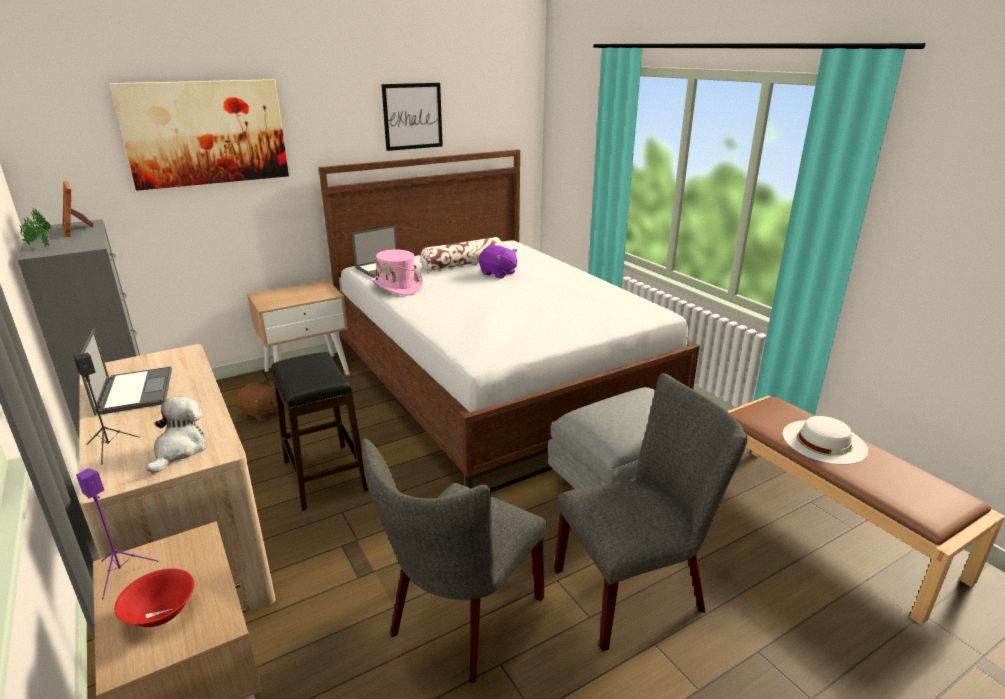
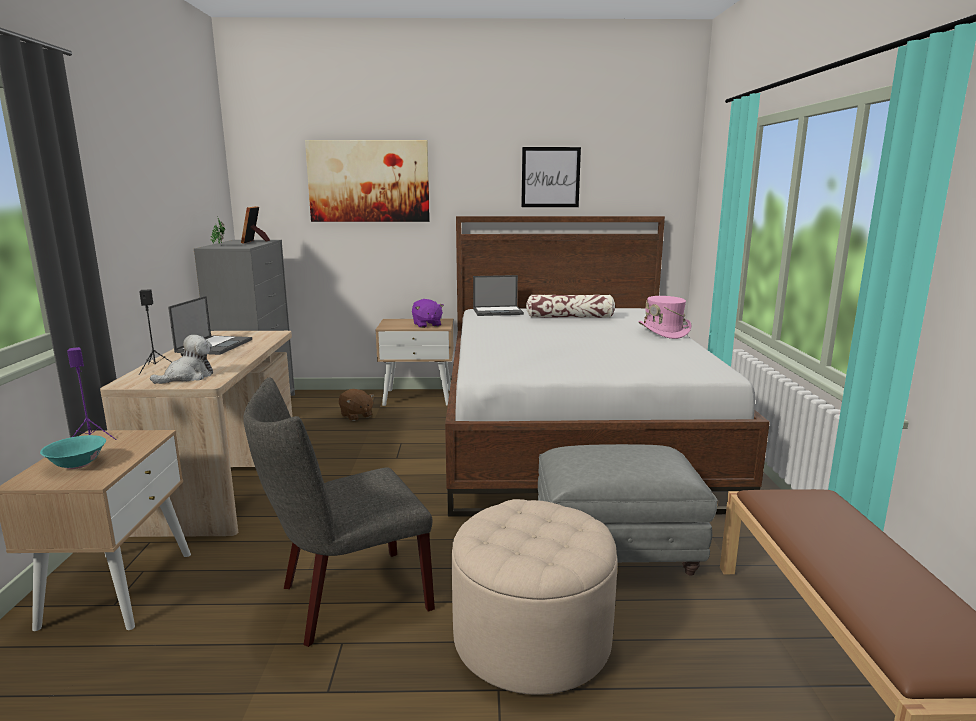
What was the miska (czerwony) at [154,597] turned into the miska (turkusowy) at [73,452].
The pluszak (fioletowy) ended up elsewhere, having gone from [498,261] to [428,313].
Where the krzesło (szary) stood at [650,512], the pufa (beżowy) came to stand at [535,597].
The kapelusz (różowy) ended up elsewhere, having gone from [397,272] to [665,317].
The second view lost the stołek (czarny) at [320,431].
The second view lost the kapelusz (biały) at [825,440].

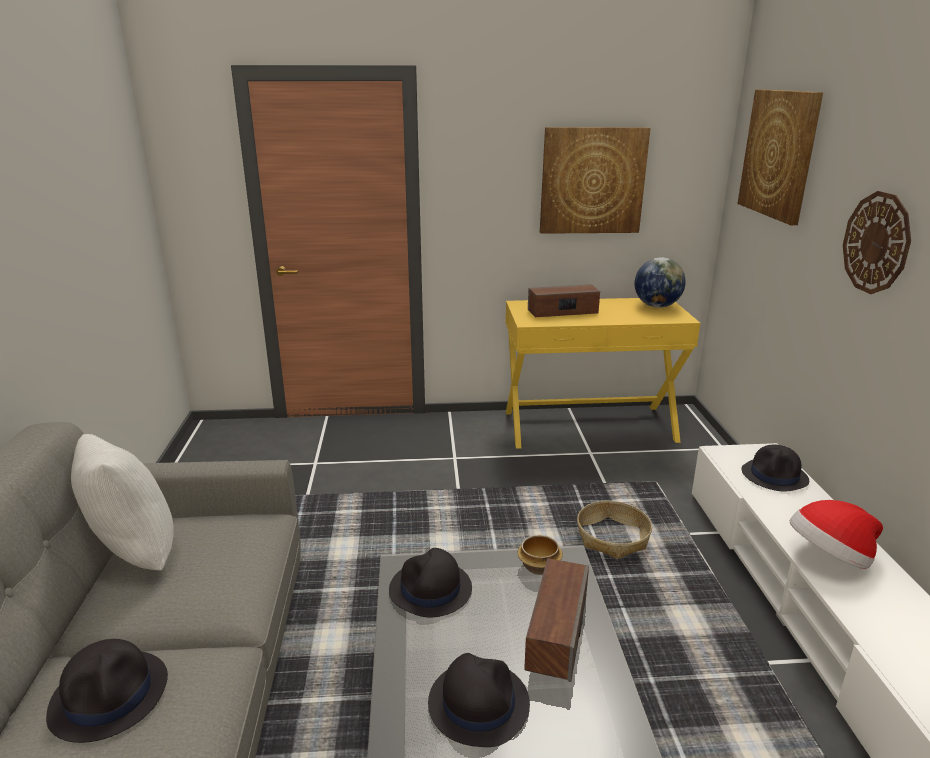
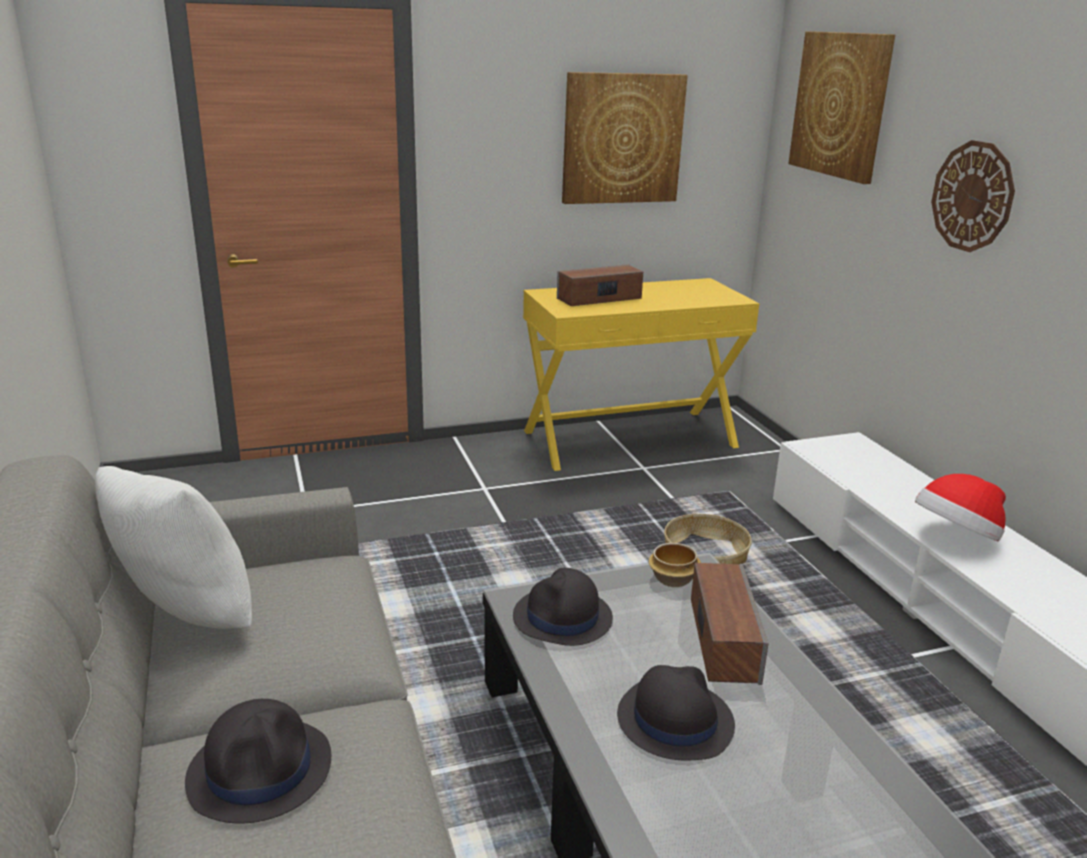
The second view lost the globus at [660,282].
The second view lost the kapelusz (czarny) at [775,468].

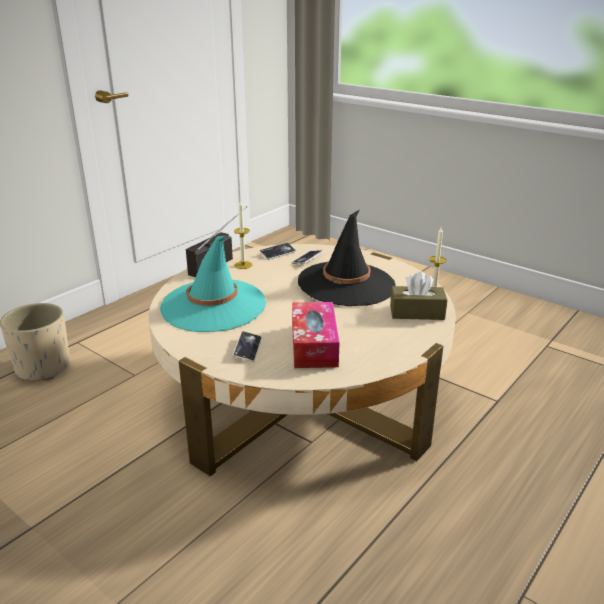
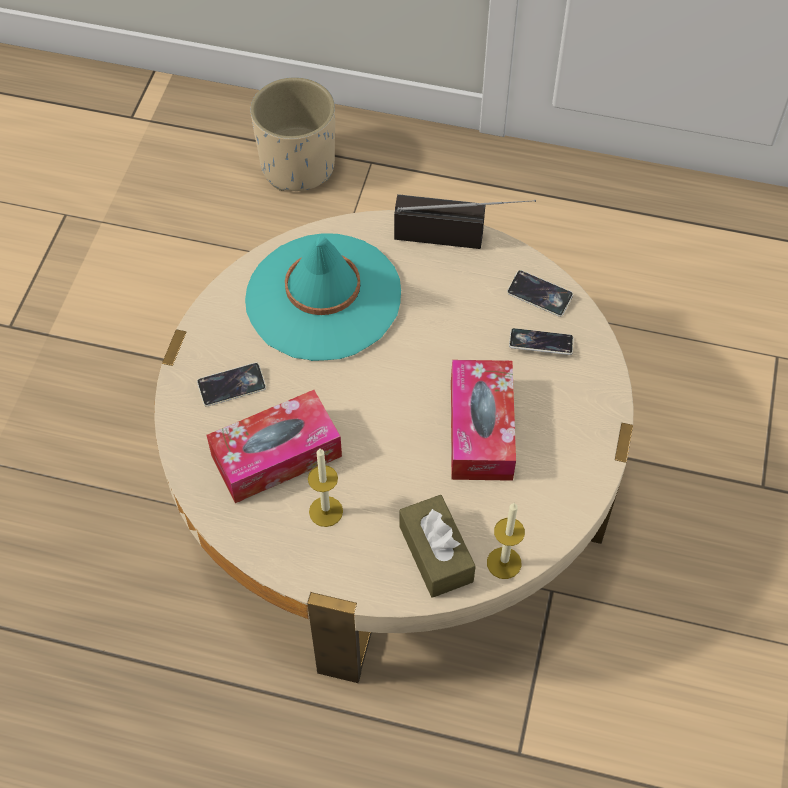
The świeca ended up elsewhere, having gone from [243,235] to [325,487].
Where the kapelusz (czarny) stood at [346,258], the pudełko chusteczek came to stand at [483,420].

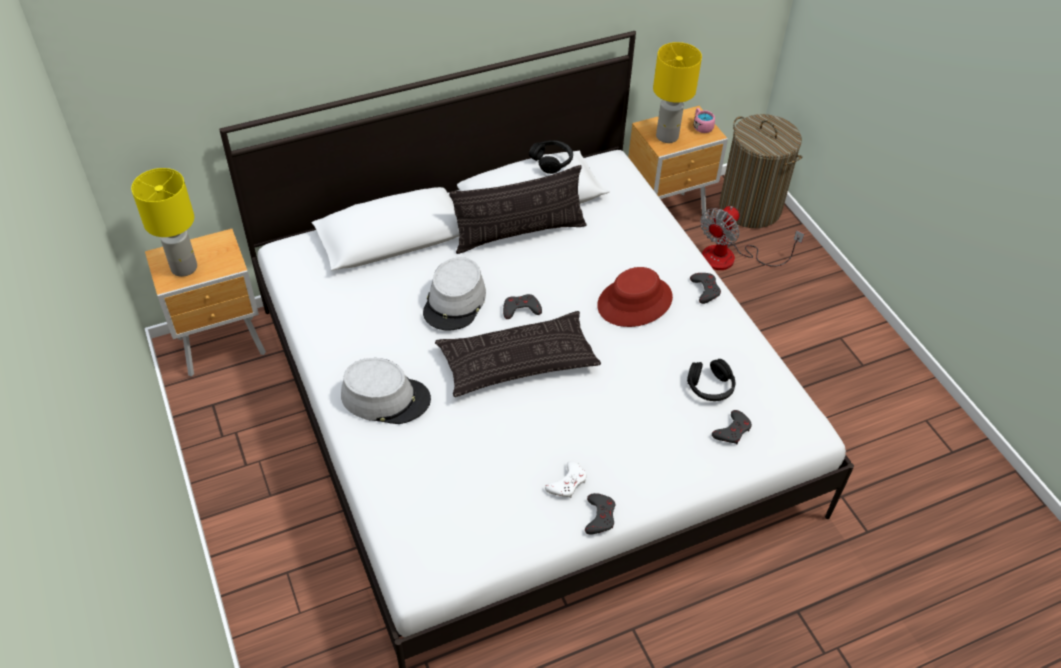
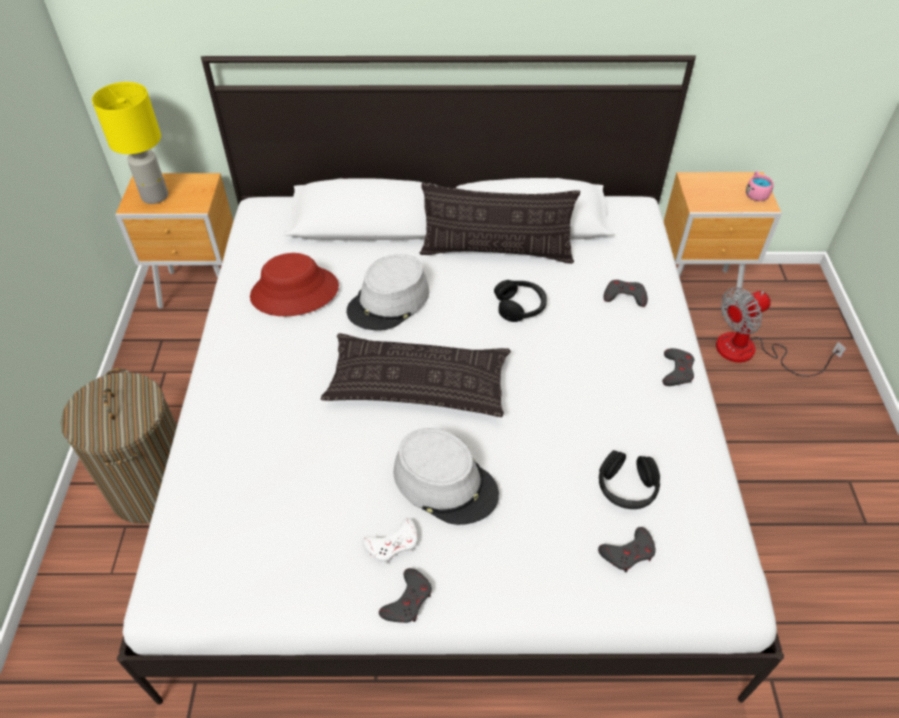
The kosz na pranie ended up elsewhere, having gone from [761,171] to [119,446].
The kapelusz (czerwony) ended up elsewhere, having gone from [635,297] to [294,284].
The kapelusz (szary) ended up elsewhere, having gone from [386,391] to [446,476].
The słuchawki (czarny) ended up elsewhere, having gone from [551,157] to [520,301].
The pad do gier (szary) ended up elsewhere, having gone from [522,306] to [625,293].
The second view lost the lampa stołowa (żółty) at [677,92].

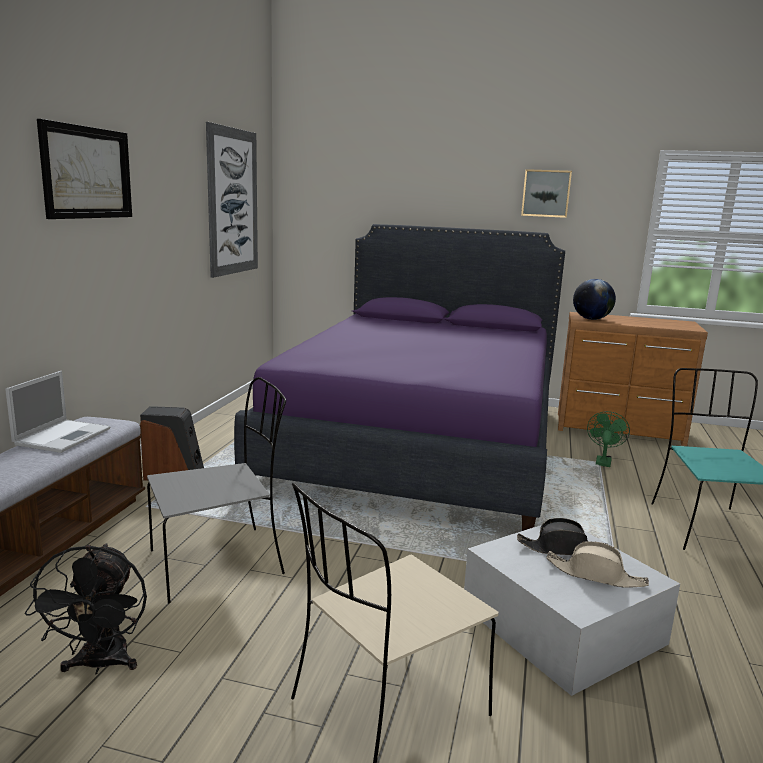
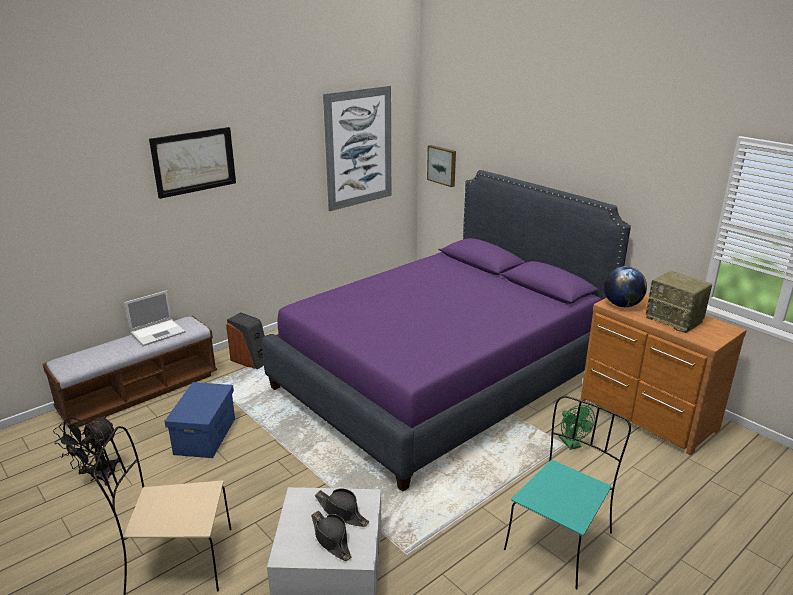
Where the krzesło (szary) stood at [216,490], the pojemnik do przechowywania (niebieski) came to stand at [199,420].
What was the kapelusz (beżowy) at [598,564] turned into the kapelusz (czarny) at [331,536].
The obraz ended up elsewhere, having gone from [546,193] to [441,166].
The wentylator (zielony) at [608,439] ended up facing another way, 105 degrees clockwise from before.
The second view gained the radio at [679,302].

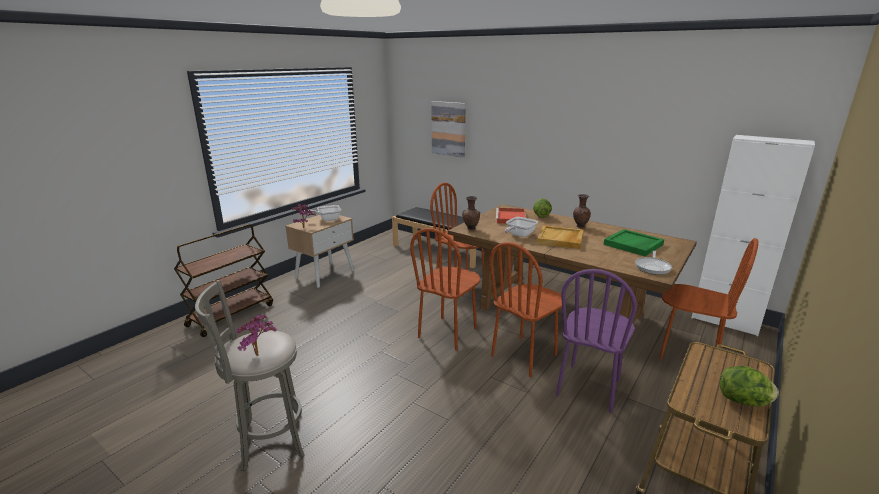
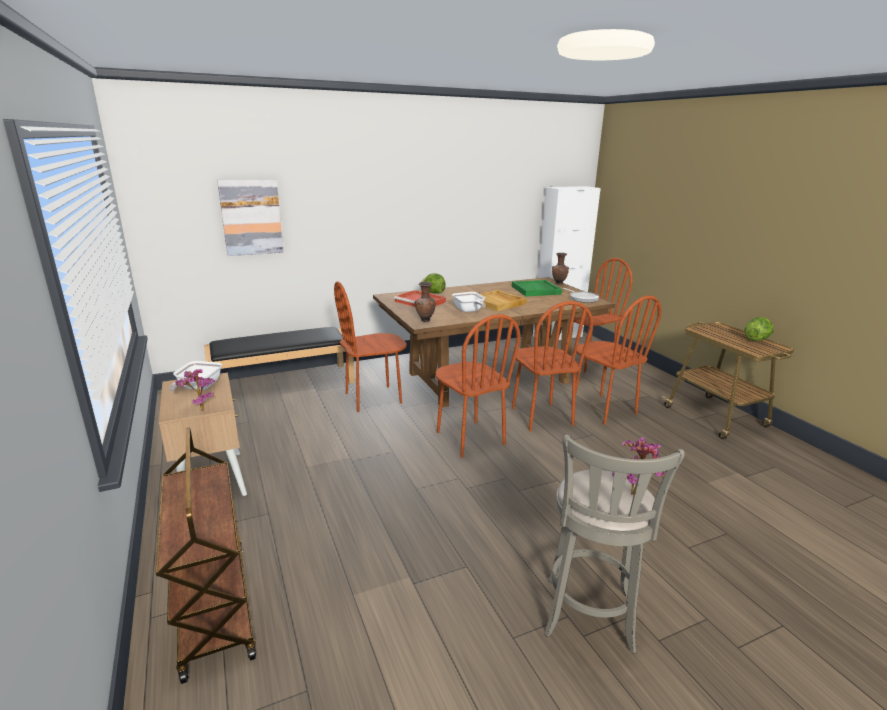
The wazon (brązowy) ended up elsewhere, having gone from [582,211] to [560,269].
What was the krzesło (fioletowy) at [596,341] turned into the krzesło (brązowy) at [616,360].

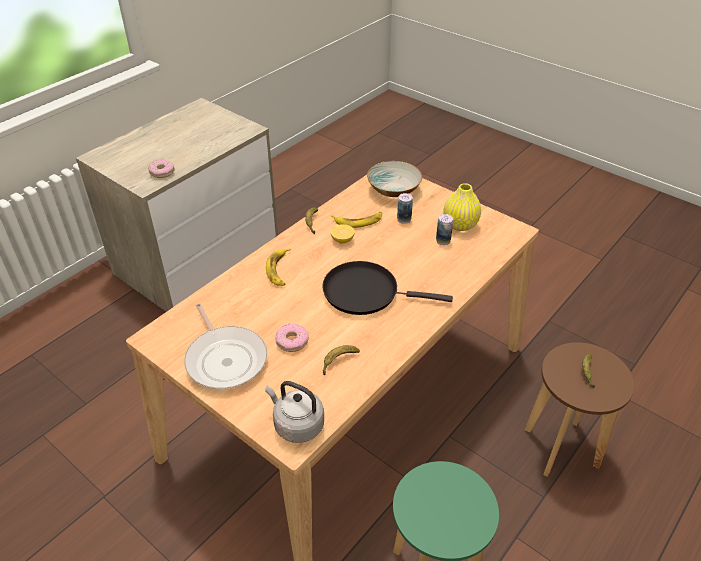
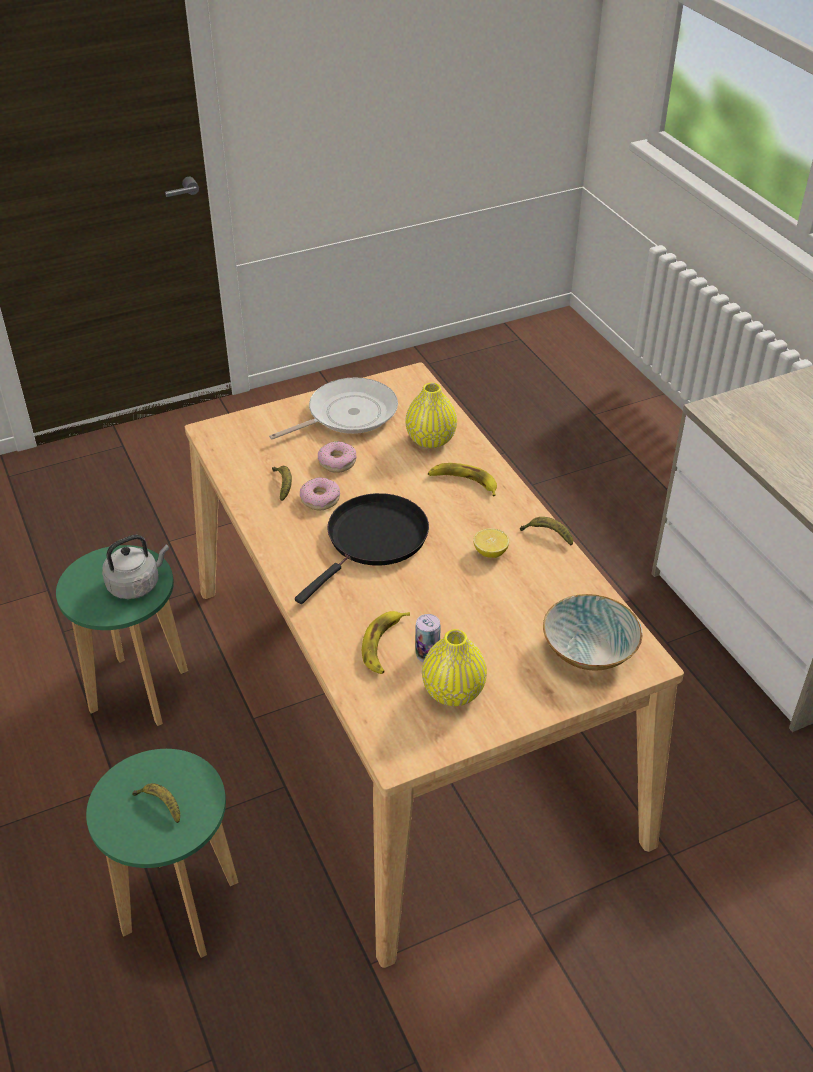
What was the stołek (brązowy) at [579,409] turned into the stołek (zielony) at [162,853].
The czajnik (szary) ended up elsewhere, having gone from [294,412] to [135,567].
The patelnia at [225,346] ended up facing another way, 150 degrees clockwise from before.
The donut ended up elsewhere, having gone from [161,169] to [320,493].
The banan ended up elsewhere, having gone from [356,219] to [386,642].
The second view gained the wazon (żółty) at [431,415].
The second view lost the puszka at [405,208].

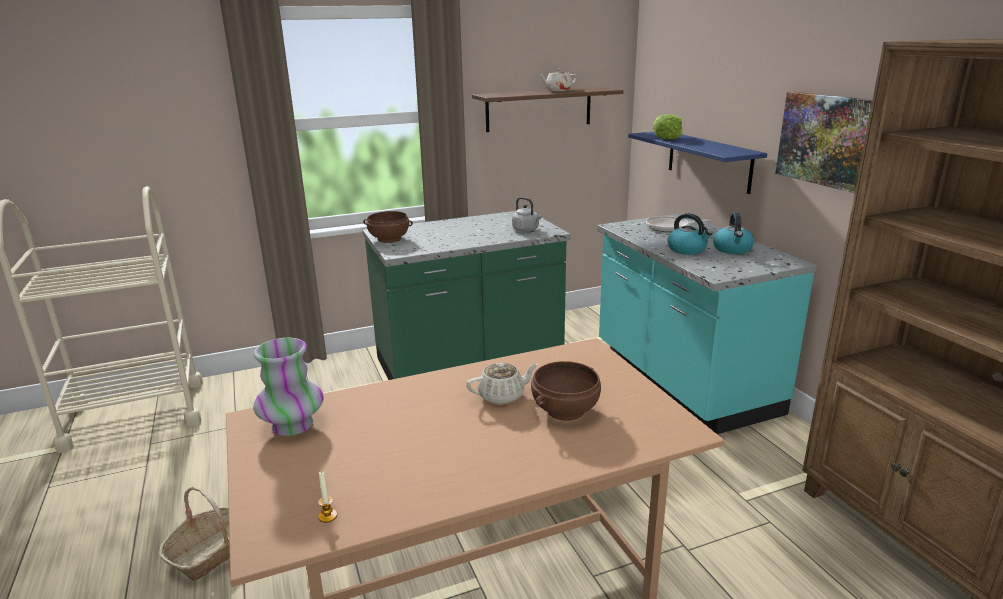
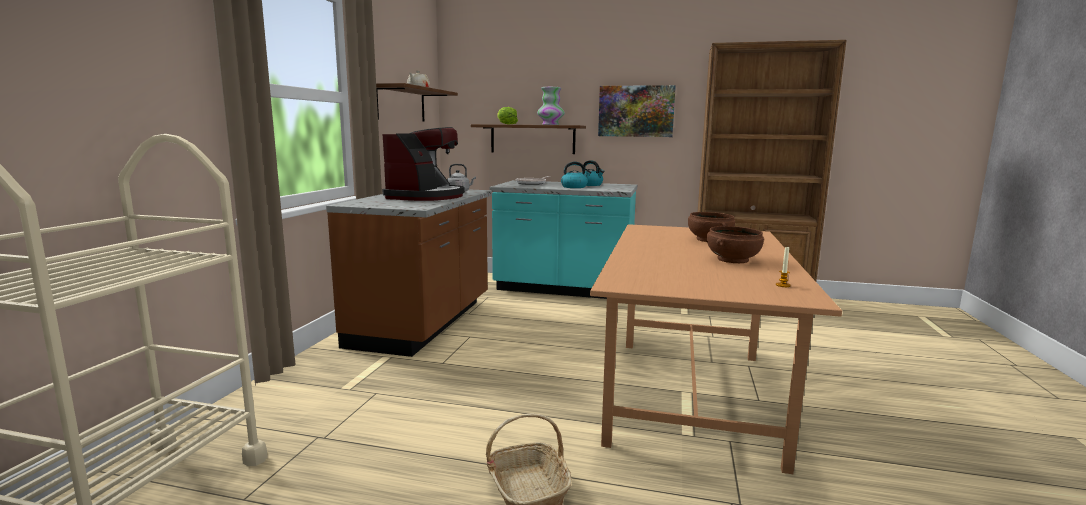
What was the zabudowa kuchenna (zielony) at [467,295] turned into the zabudowa kuchenna (brązowy) at [409,273].
The second view gained the ekspres do kawy at [423,164].
What was the półka (niebieski) at [697,163] turned into the półka (brązowy) at [528,139].
The wazon ended up elsewhere, having gone from [288,387] to [551,106].
The miska (brązowy) ended up elsewhere, having gone from [388,227] to [735,244].
The second view lost the imbryk (beżowy) at [502,383].

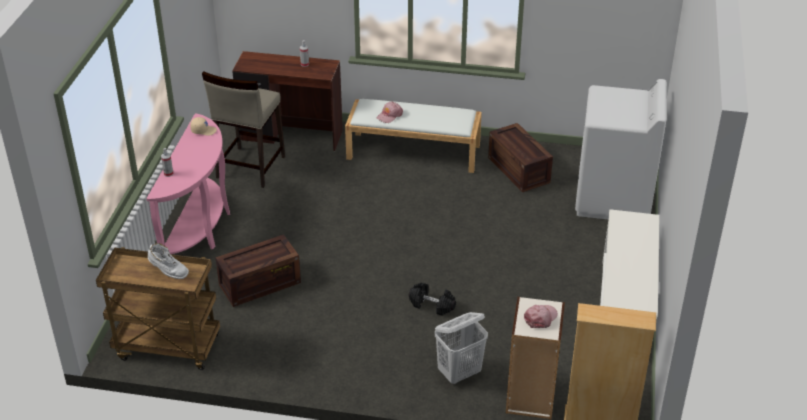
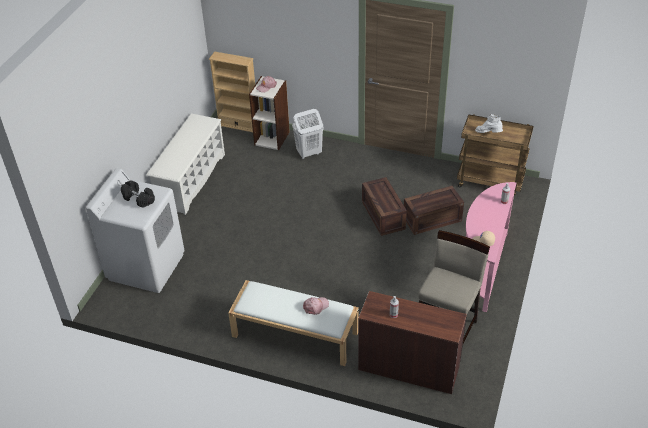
The hantel (czarny) ended up elsewhere, having gone from [432,299] to [138,194].
The skrzynka ended up elsewhere, having gone from [520,157] to [384,206].

